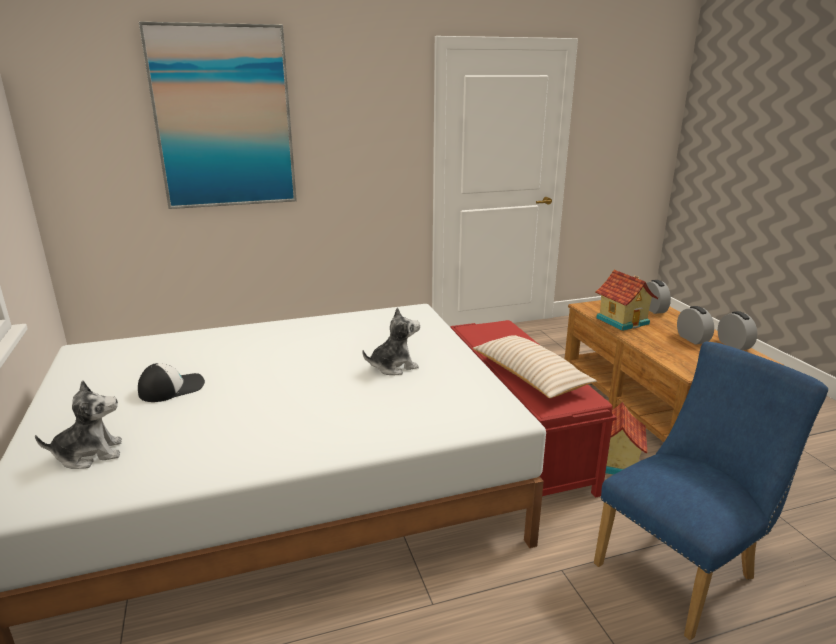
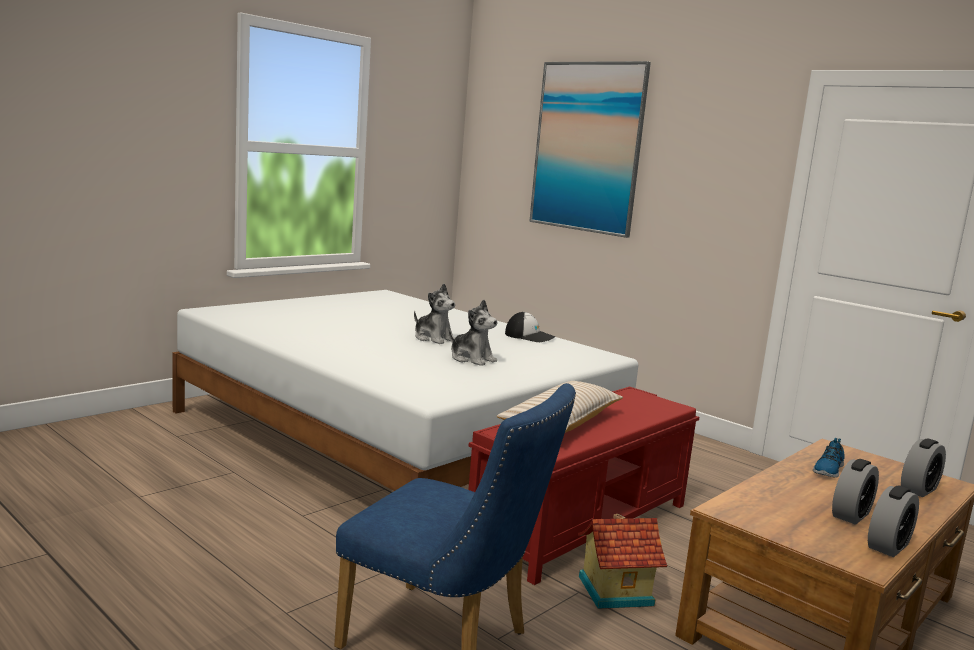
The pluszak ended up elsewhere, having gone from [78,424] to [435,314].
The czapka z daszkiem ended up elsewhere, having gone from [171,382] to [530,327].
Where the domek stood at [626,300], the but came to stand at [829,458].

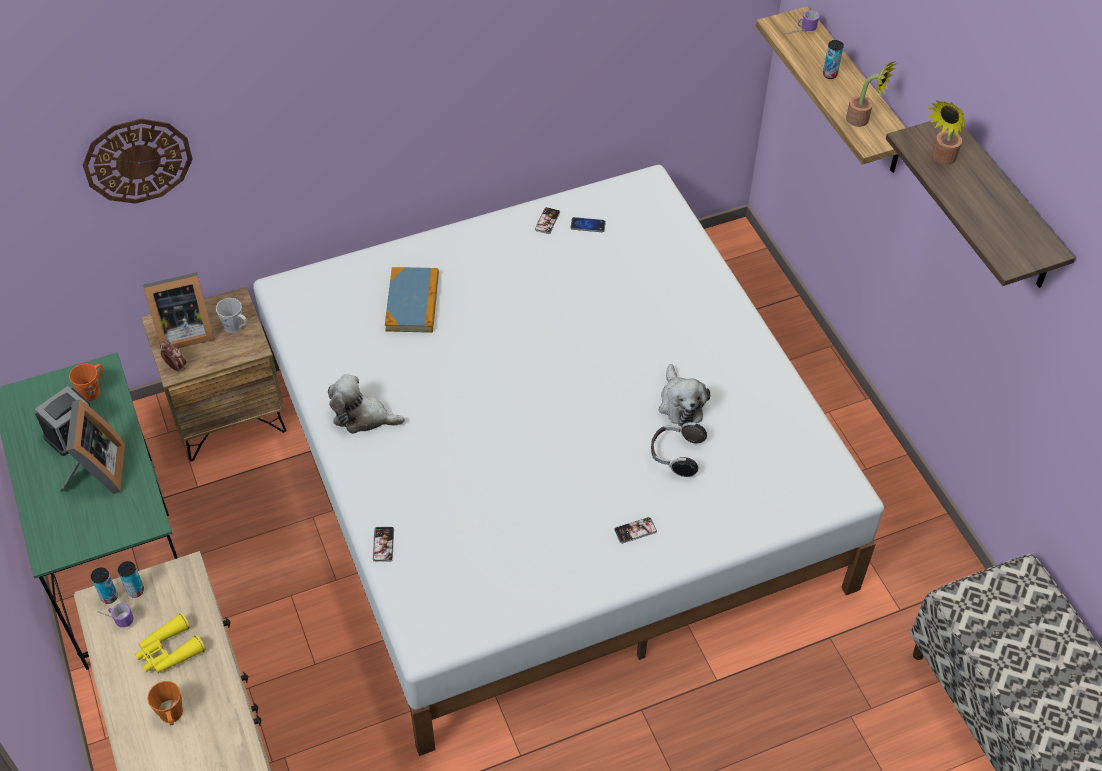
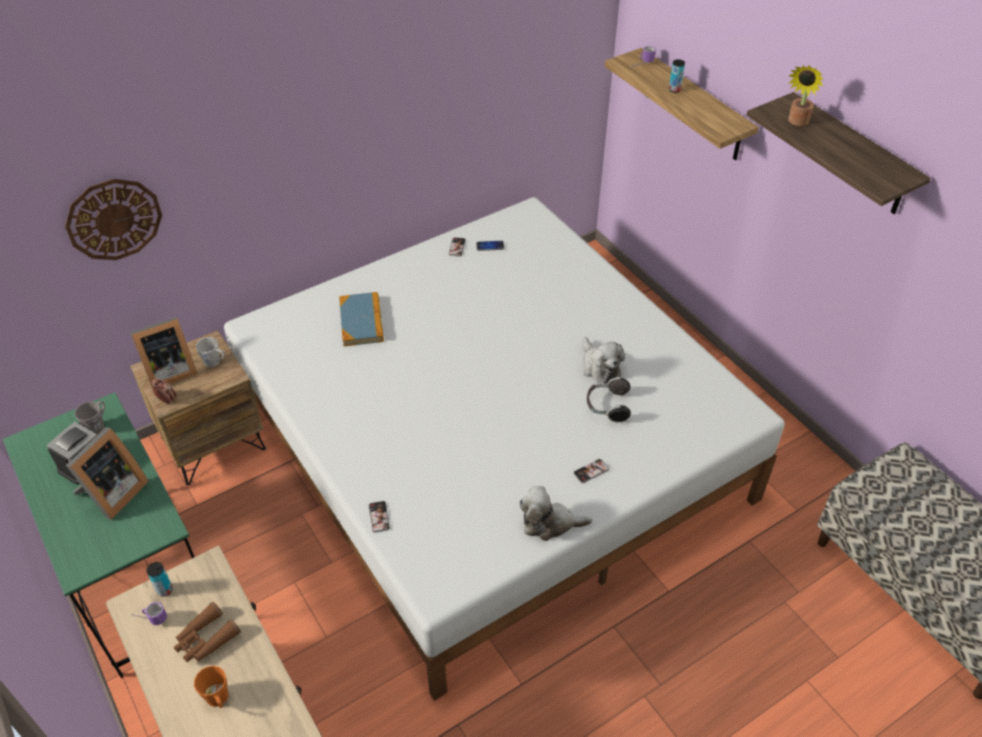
The ramka na zdjęcie at [92,446] ended up facing another way, 45 degrees clockwise from before.
What was the kubek (pomarańczowy) at [86,382] turned into the kubek (szary) at [90,418].
What was the lornetka (żółty) at [170,643] turned into the lornetka (brązowy) at [207,632].
The pluszak ended up elsewhere, having gone from [366,404] to [555,513].
The second view lost the puszka at [104,585].
The second view lost the roślina doniczkowa at [871,94].

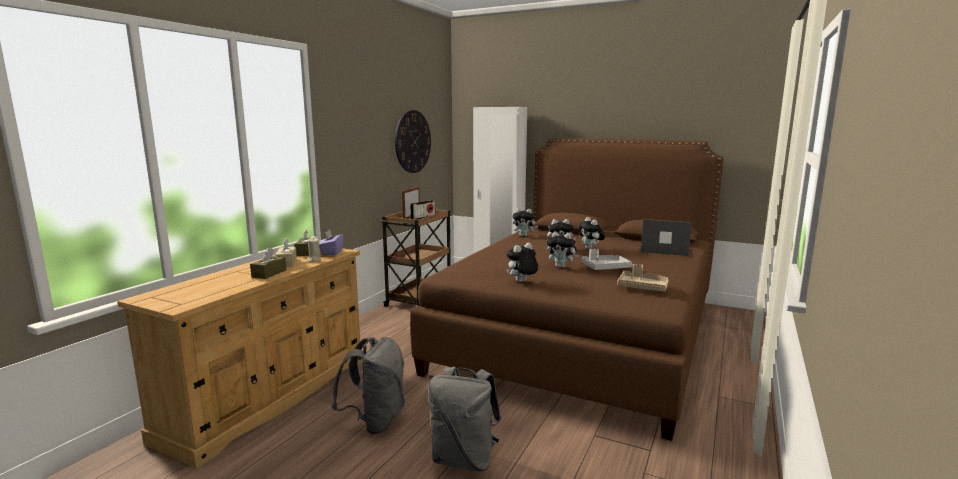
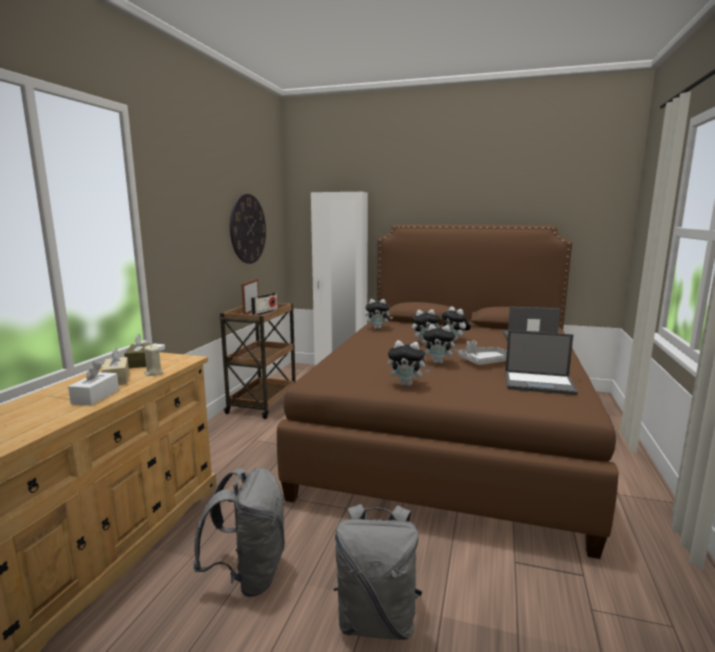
What was the pudełko chusteczek (brązowy) at [268,263] turned into the pudełko chusteczek (biały) at [93,383].
The pluszak at [522,262] ended up facing another way, 120 degrees counterclockwise from before.
Where the taca (beżowy) stood at [643,278], the laptop came to stand at [541,363].
The second view lost the pudełko chusteczek (fioletowy) at [331,242].

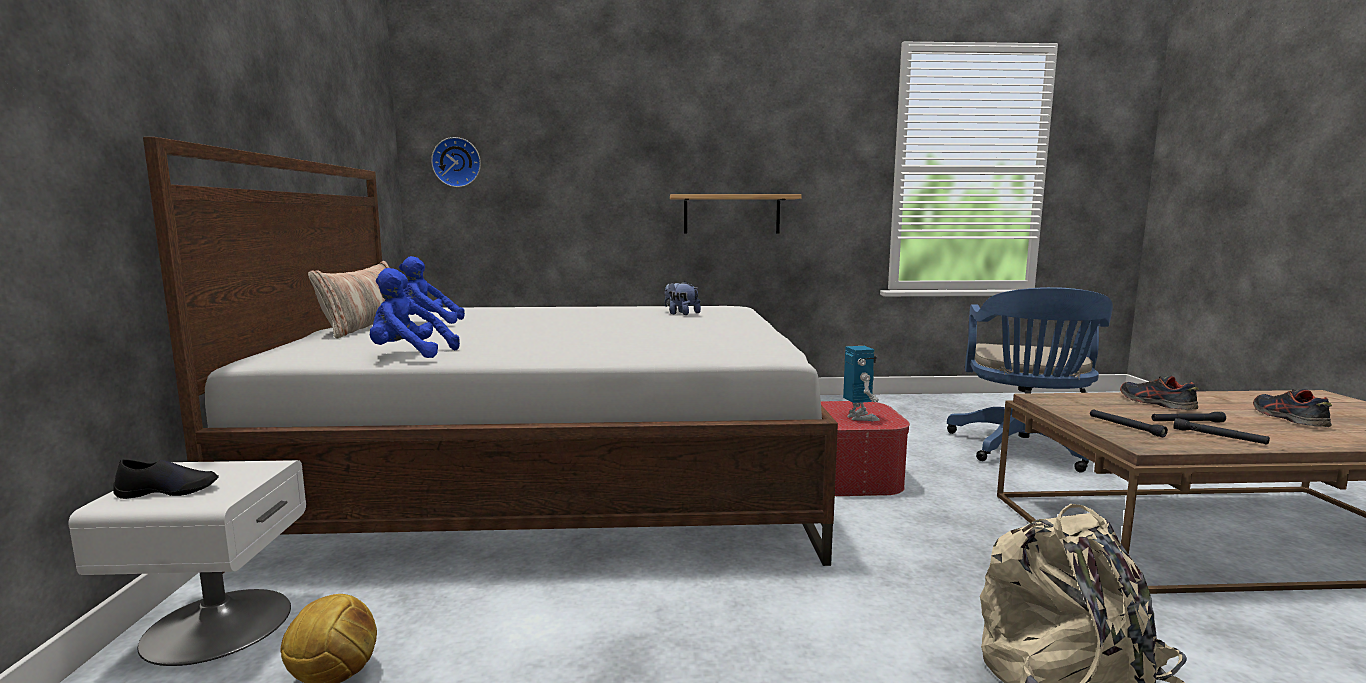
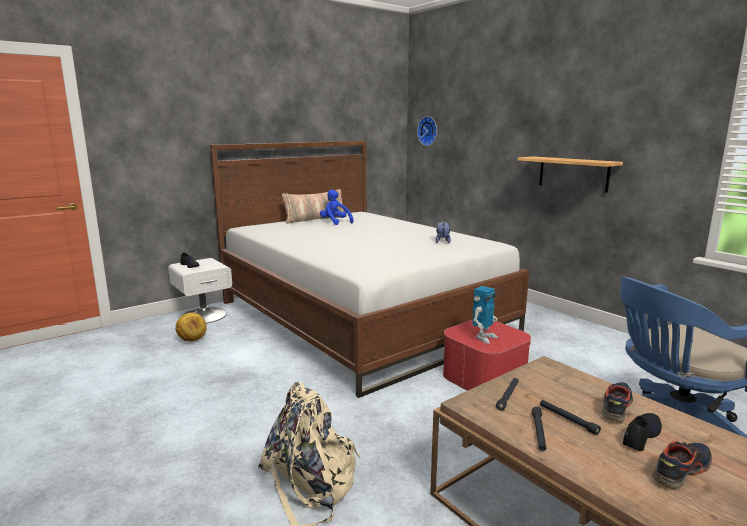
The second view gained the but (czarny) at [642,432].
The second view lost the pluszak (niebieski) at [415,313].

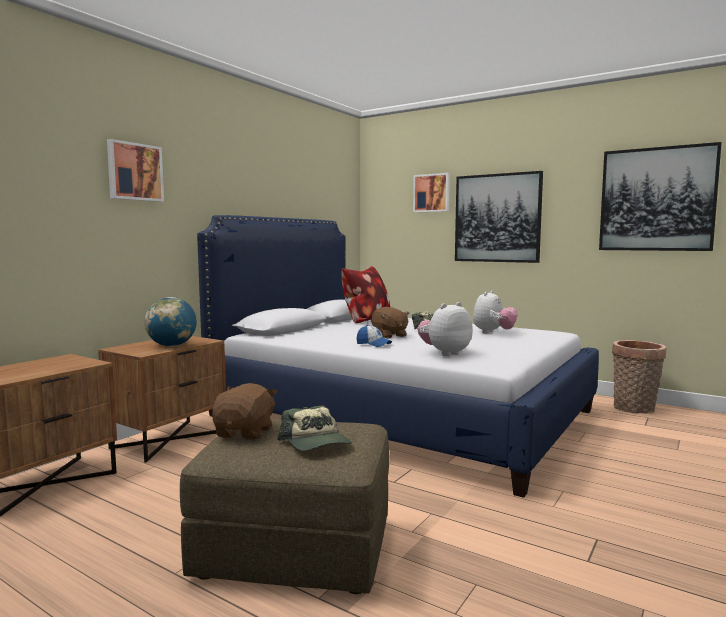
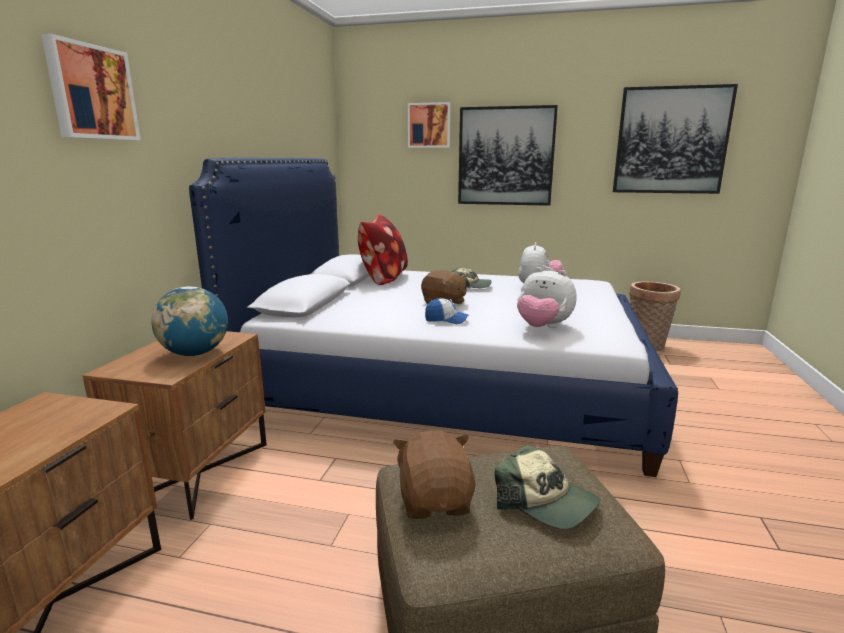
The pluszak at [445,329] ended up facing another way, 90 degrees counterclockwise from before.

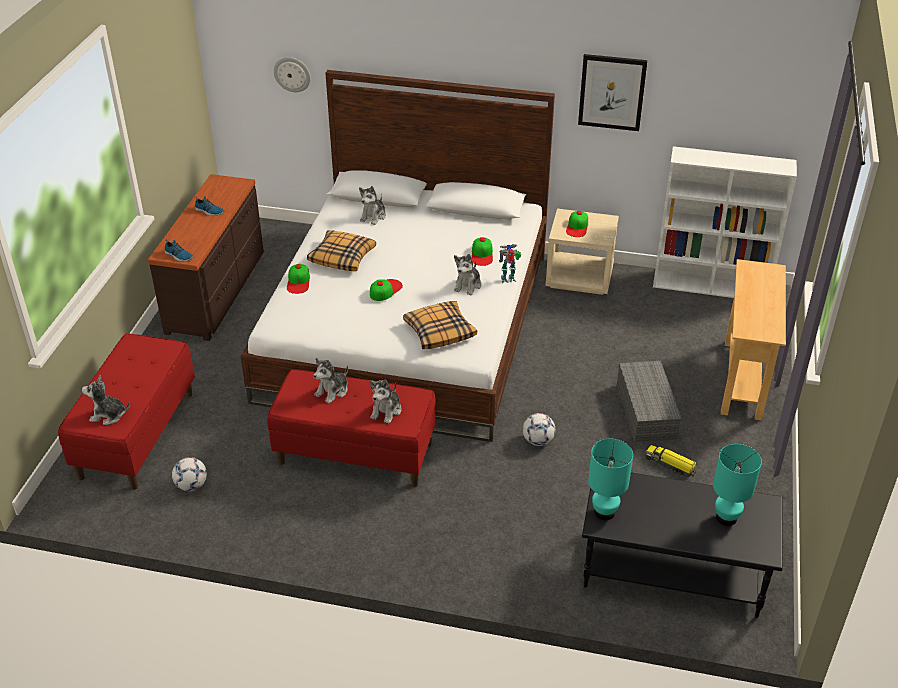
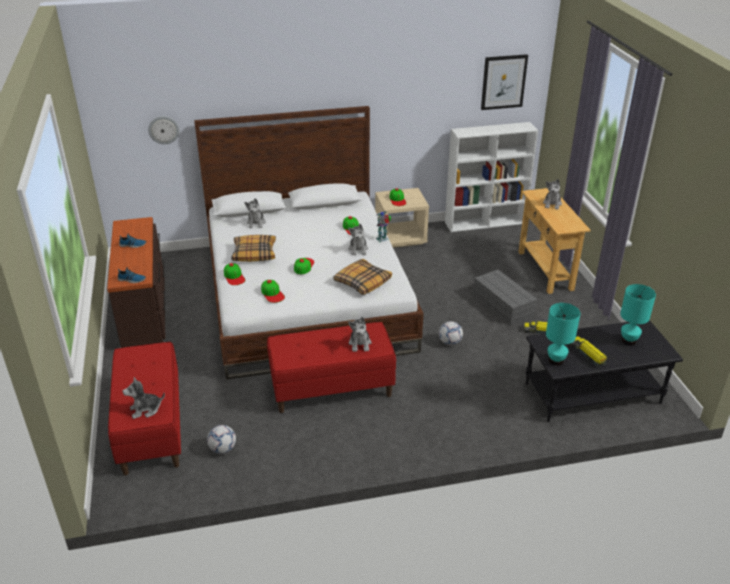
The second view gained the czapka z daszkiem at [273,291].
The obraz ended up elsewhere, having gone from [613,92] to [504,82].
The pluszak ended up elsewhere, having gone from [330,381] to [552,194].
The second view gained the ciężarówka zabawkowa at [588,351].

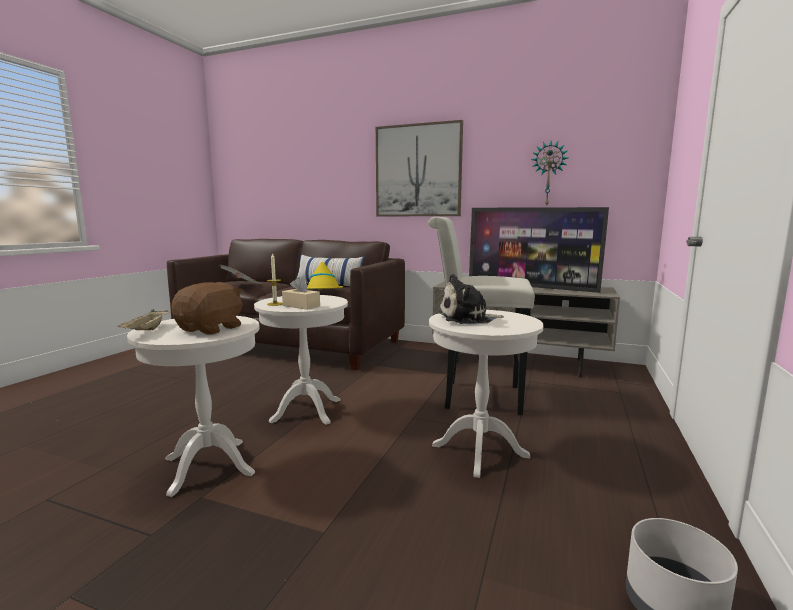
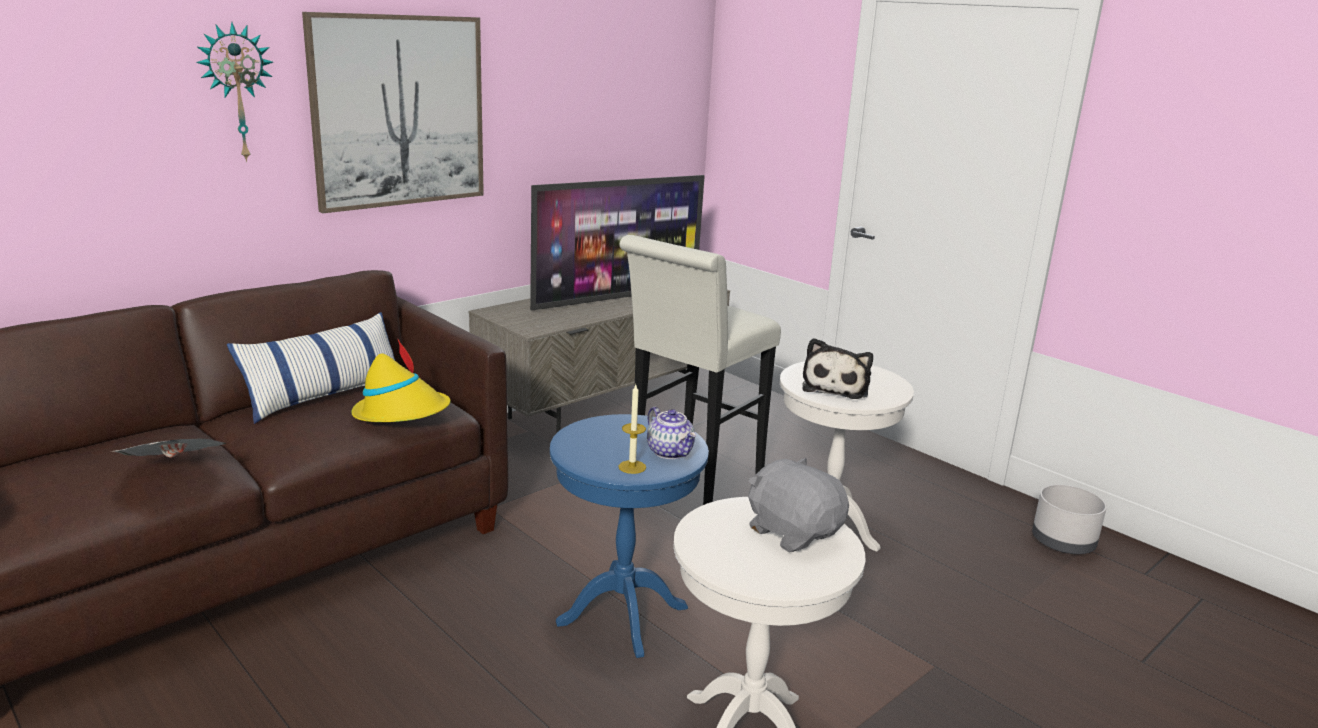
The zegar ścienny ended up elsewhere, having gone from [549,174] to [234,92].
What was the stolik (biały) at [301,360] turned into the stolik (niebieski) at [629,536].
Where the pudełko chusteczek (beżowy) stood at [301,293], the imbryk came to stand at [671,433].
What was the pluszak (brązowy) at [207,308] turned into the pluszak (szary) at [798,505].
The second view lost the taca (beżowy) at [143,319].

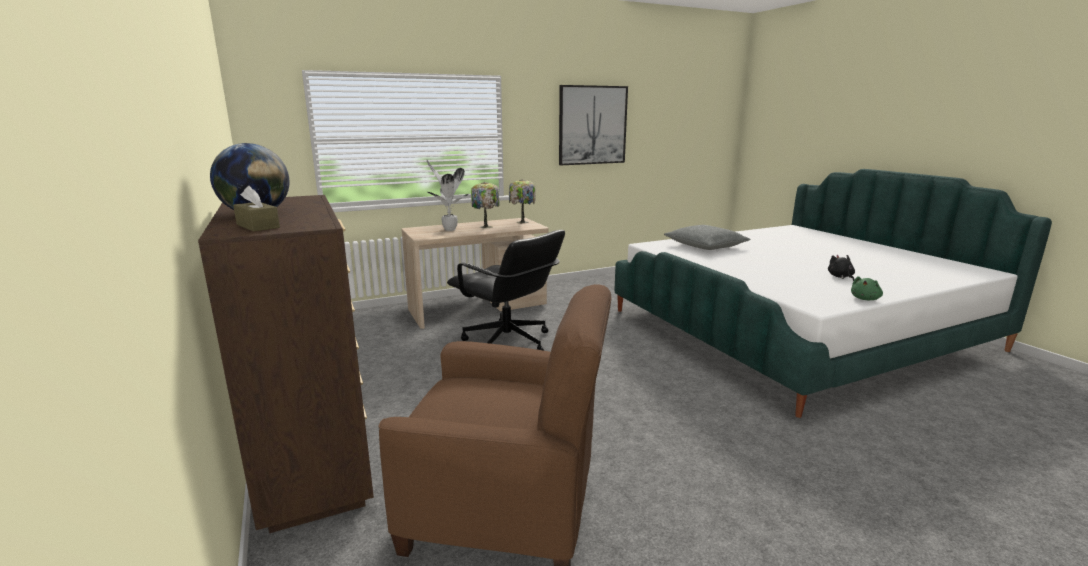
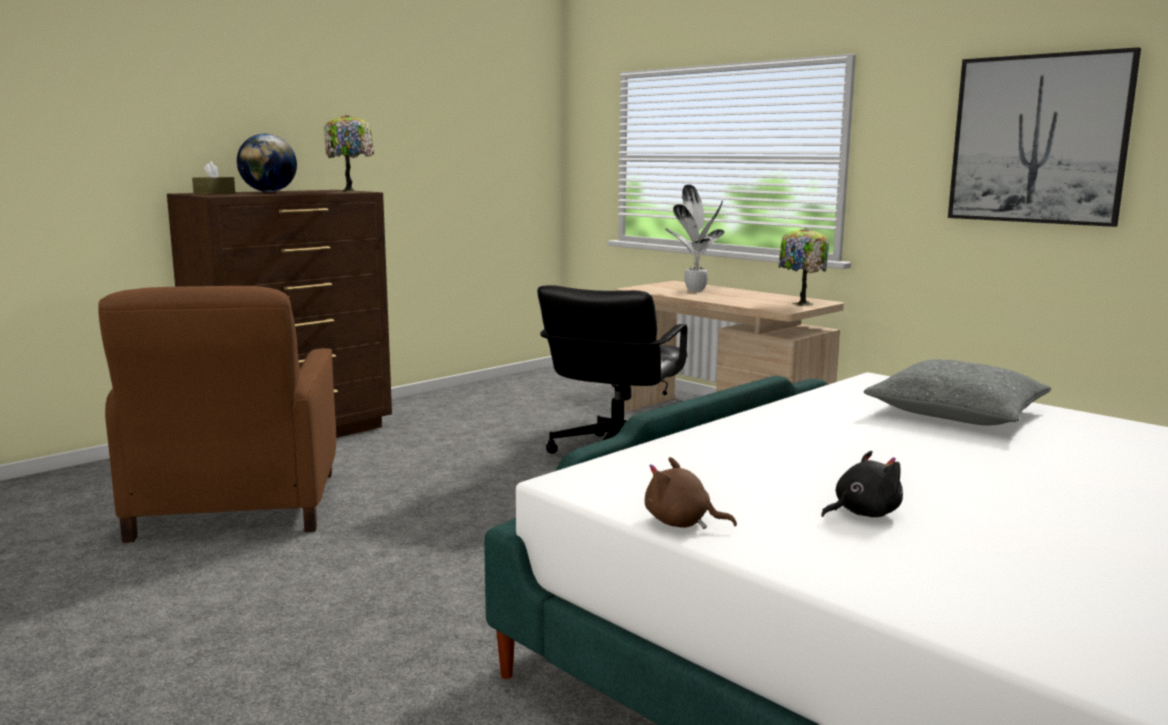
The lampa stołowa ended up elsewhere, having gone from [485,205] to [349,154].
What was the pluszak (zielony) at [867,288] turned into the pluszak (brązowy) at [691,493].

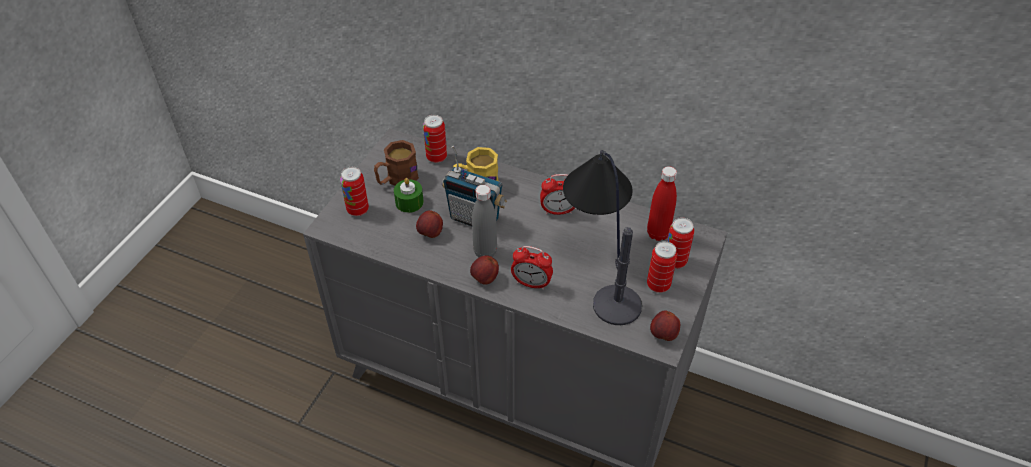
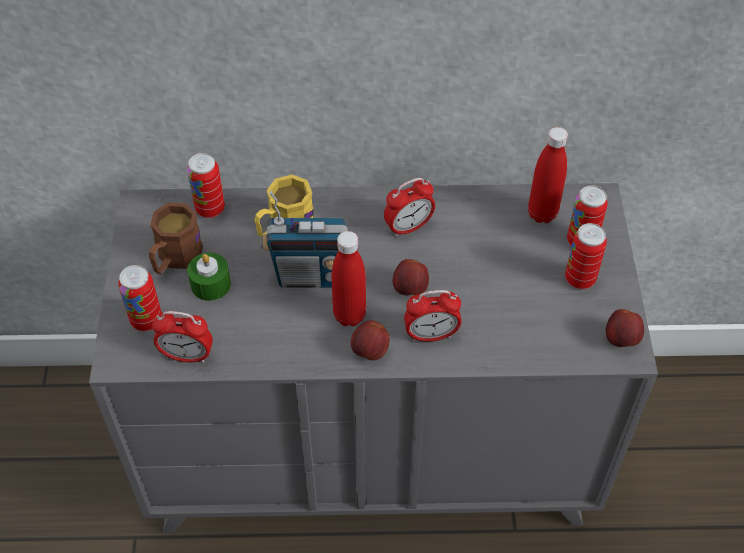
The second view gained the budzik at [182,337].
What was the butelka (szary) at [484,221] turned into the butelka (czerwony) at [349,278].
The jabłko ended up elsewhere, having gone from [429,224] to [411,277].
The second view lost the lampa stołowa at [602,237].

